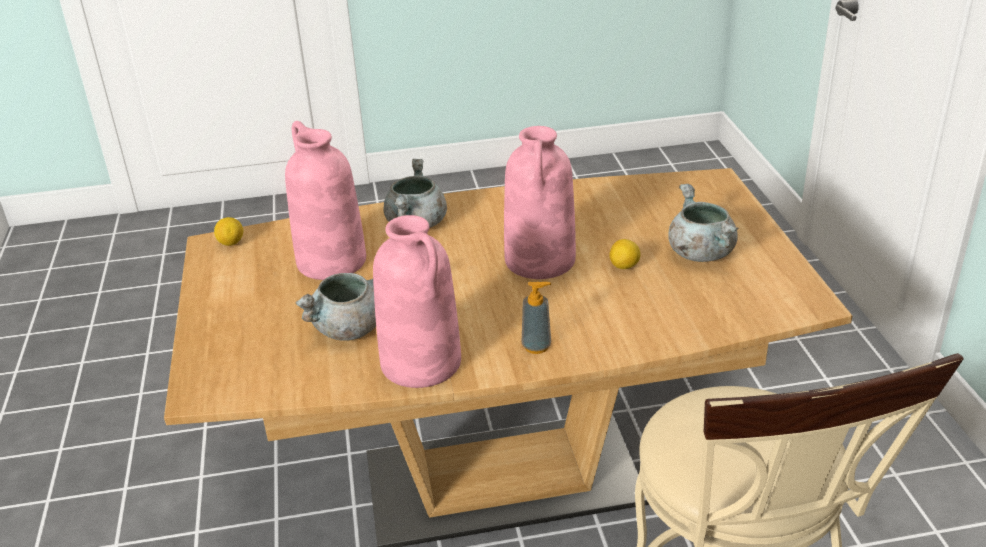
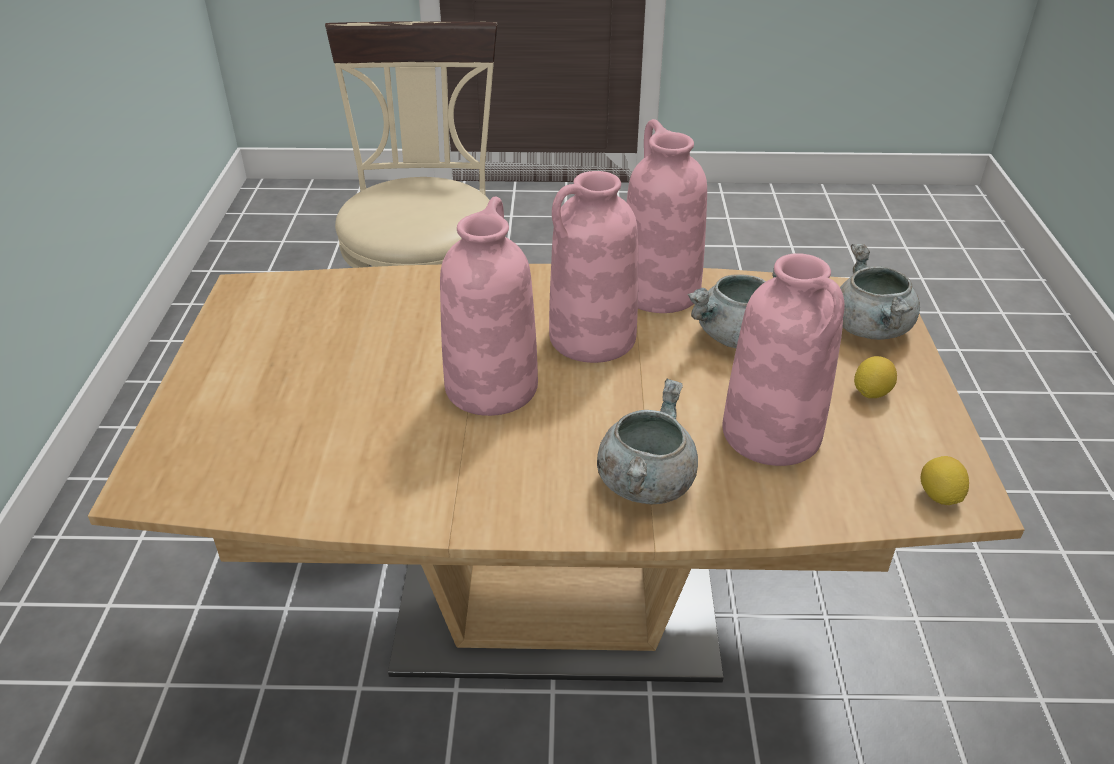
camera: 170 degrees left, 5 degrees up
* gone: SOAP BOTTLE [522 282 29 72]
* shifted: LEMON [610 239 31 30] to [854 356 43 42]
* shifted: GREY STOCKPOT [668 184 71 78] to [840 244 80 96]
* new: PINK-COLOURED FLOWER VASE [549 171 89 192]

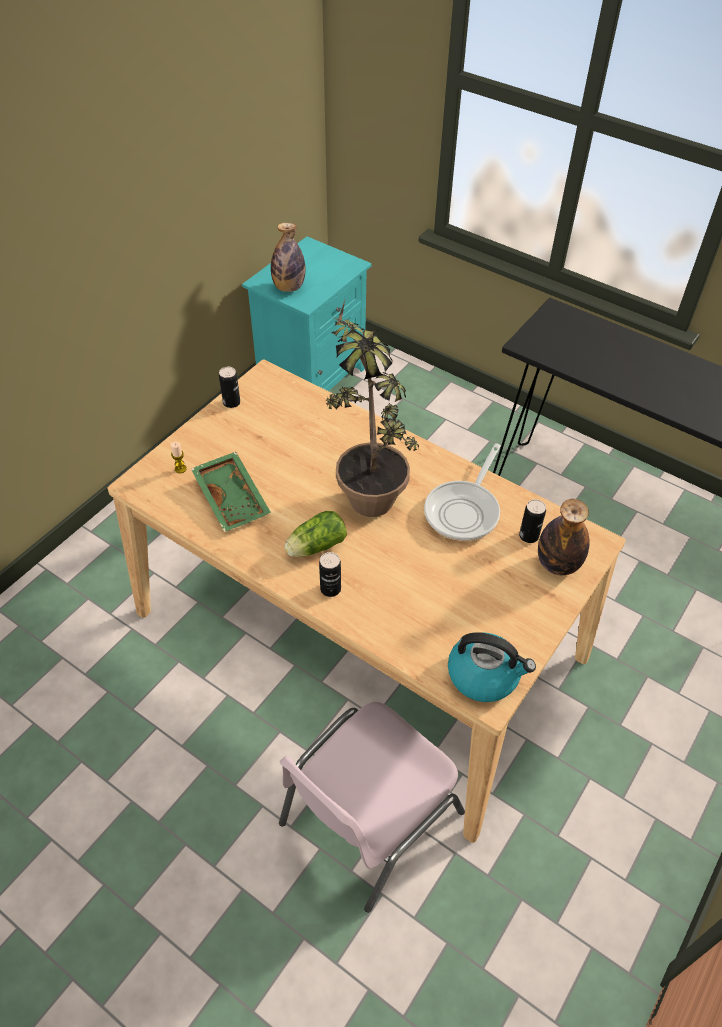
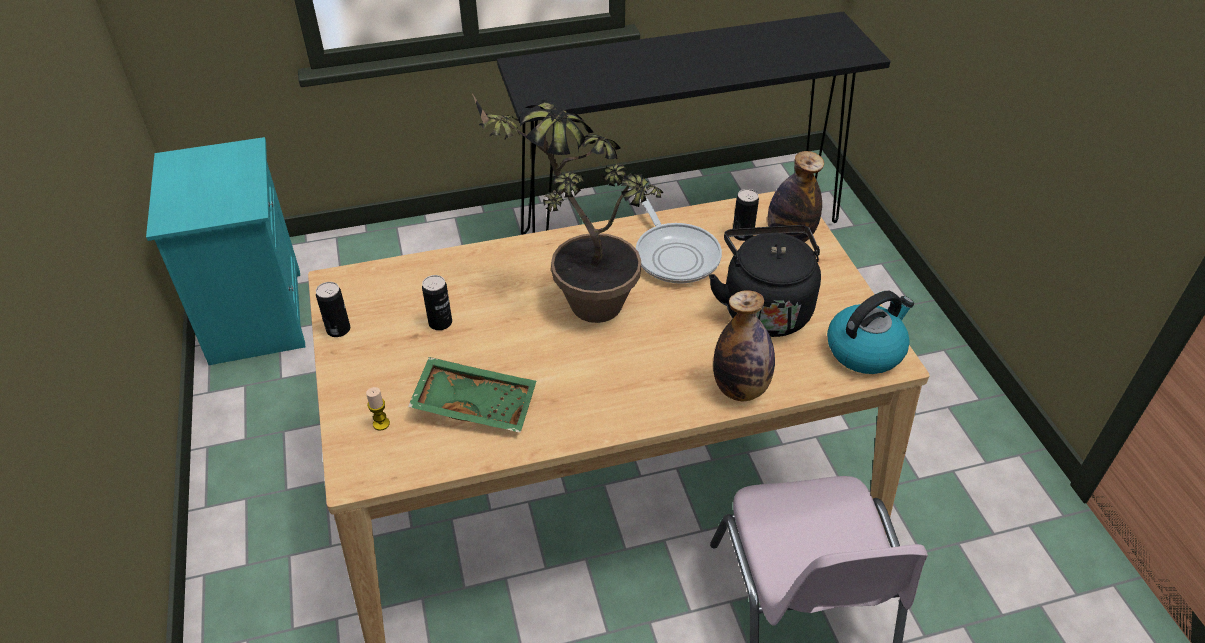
camera: 50 degrees left, 5 degrees down
* shifted: DRINK BOTTLE [271 223 35 69] to [713 290 62 111]
* gone: HEAD OF LETTUCE [285 511 62 46]
* shifted: SEALED CAN [319 552 22 45] to [422 275 30 55]
* new: BLACKISH WATER KETTLE [709 225 112 112]

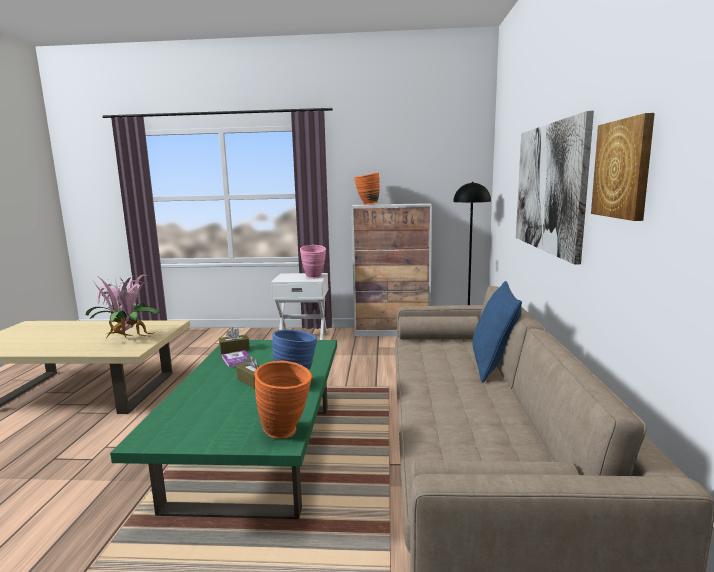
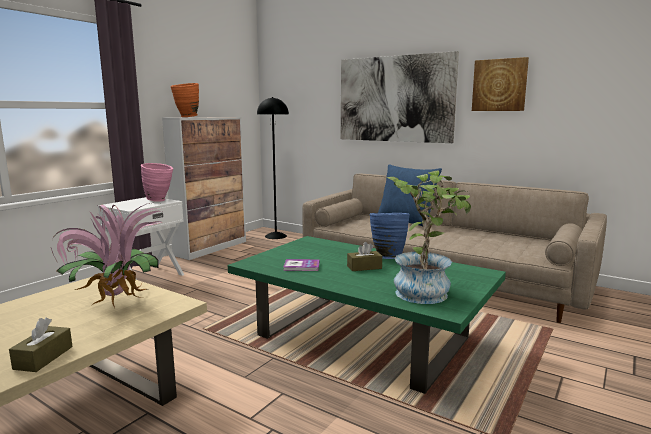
camera: 60 degrees left, 0 degrees up
* shifted: BROWN-COLOURED TISSUE BOX [219 327 31 27] to [9 318 64 54]
* gone: ORANGE FLOWER VASE [254 361 59 78]
* new: PLANT IN A POT [386 170 85 134]

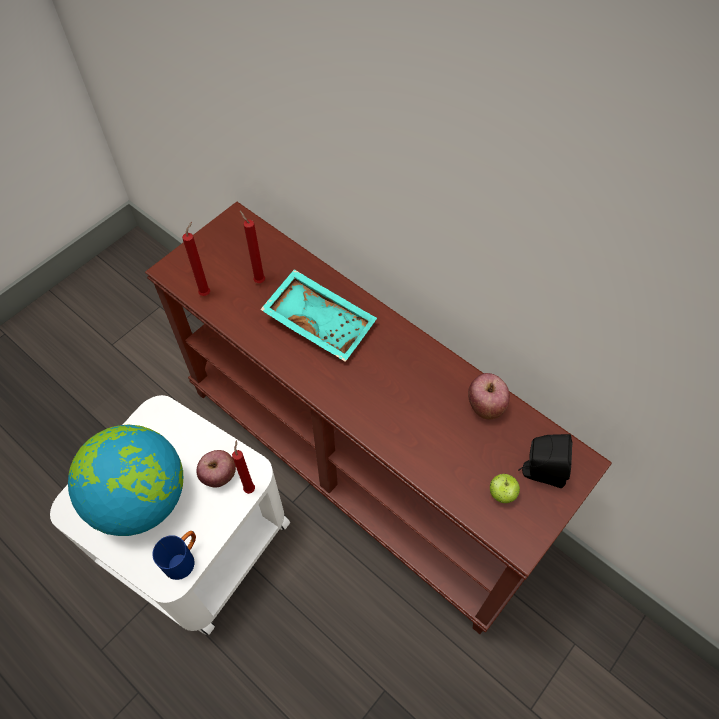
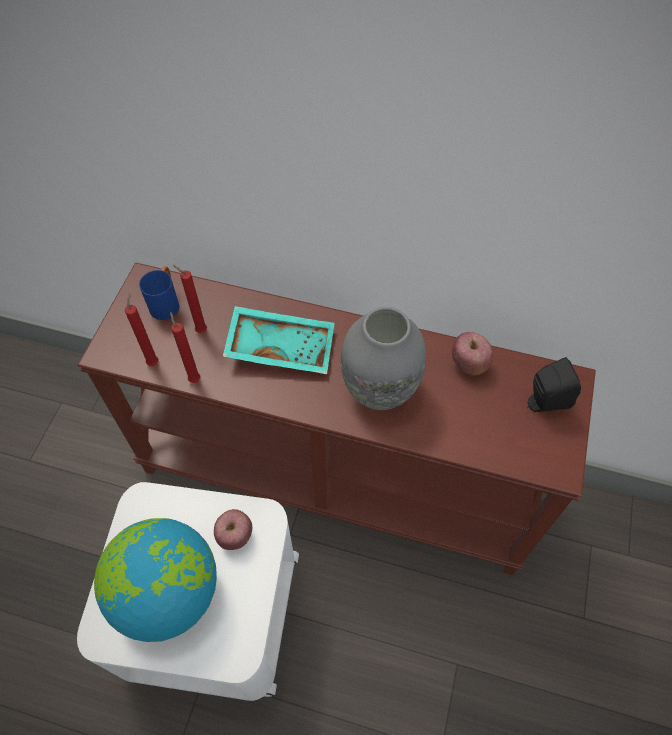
camera: 25 degrees left, 0 degrees up
* shifted: BLUE-COLOURED MUG [152 531 44 49] to [139 266 40 54]
* shifted: RED-COLOURED WAX CANDLE [232 440 23 54] to [170 311 30 72]
* gone: APPLE [490 474 30 29]
* new: GREY FLOWER VASE [341 307 85 103]

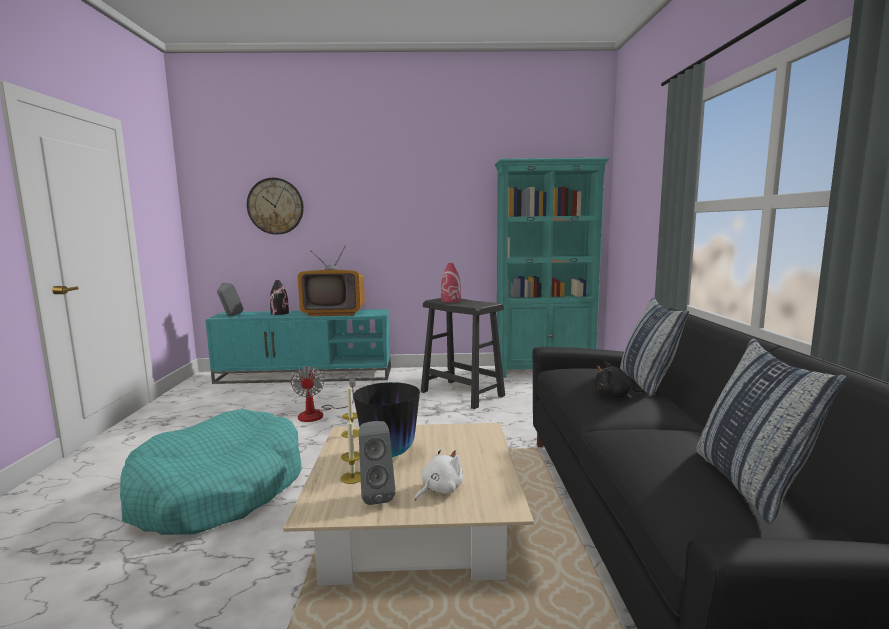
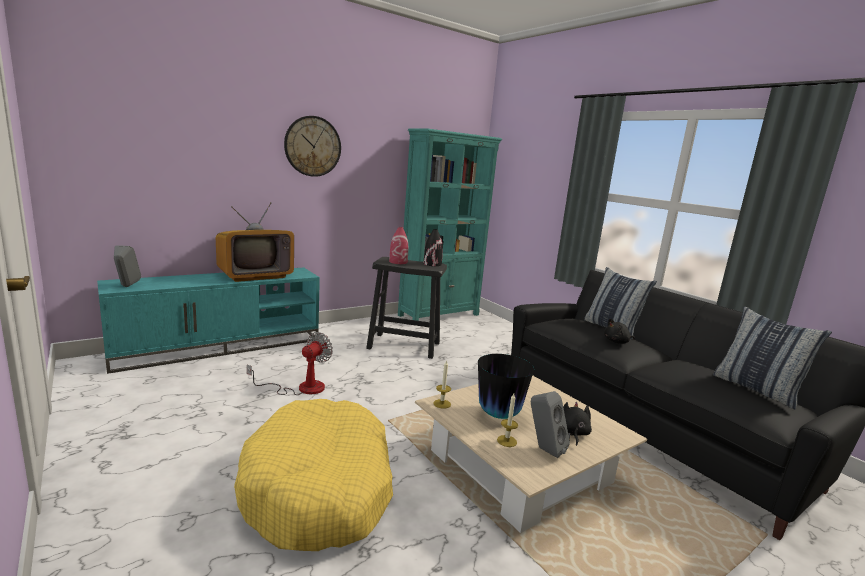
camera: 35 degrees left, 5 degrees up
* repainted: TURQUOISE-COLOURED DOG CUSHION [120 409 182 126] to YELLOW DOG CUSHION [234 399 159 152]
* shifted: WALL CLOCK [247 178 57 57] to [284 116 57 61]
* shifted: BLACKISH FLOWER VASE [270 280 19 35] to [424 229 19 37]
* rotated: ELECTRIC FAN [291 366 65 56] = [247 332 86 63] 105 degrees counterclockwise
* repainted: WHITE PLUSH TOY [415 448 48 53] to BLACKISH PLUSH TOY [563 402 29 44]

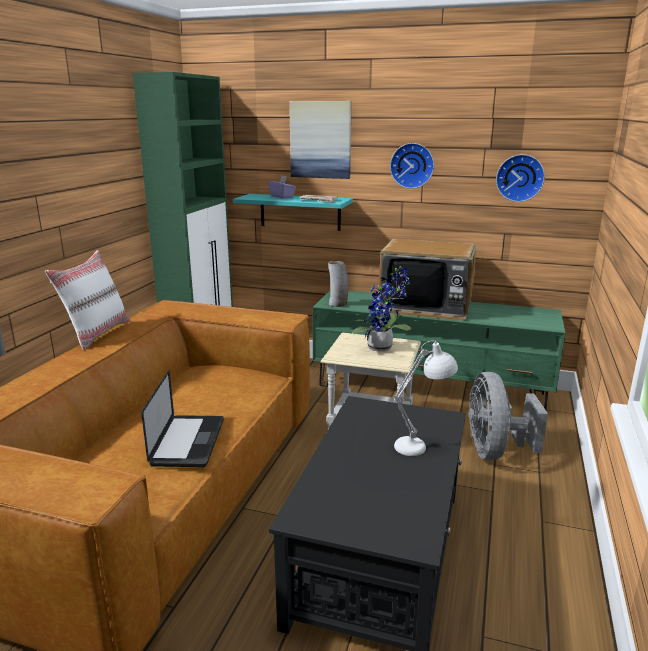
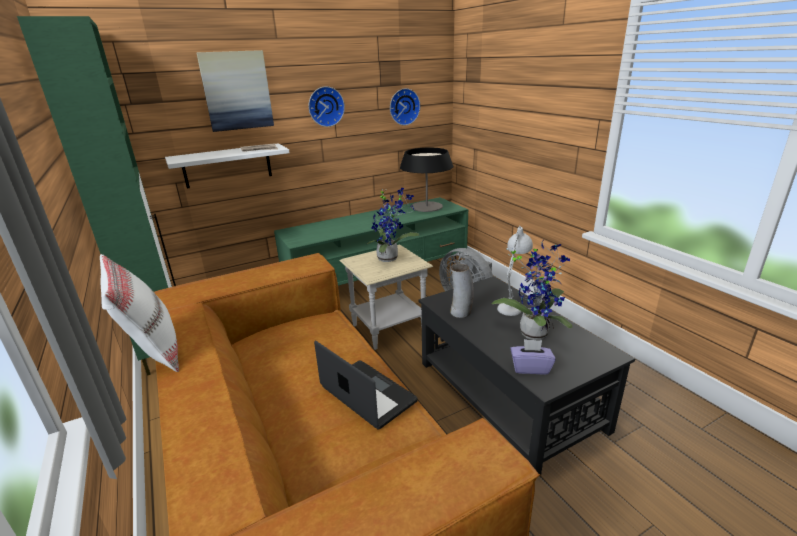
camera: 45 degrees left, 5 degrees up
* repainted: TURQUOISE-COLOURED WALL SHELF [233 194 120 37] to WHITE WALL SHELF [165 144 125 45]
* shifted: PURPLE TISSUE BOX [268 175 28 24] to [510 339 46 36]
* shifted: FLOWER VASE [328 261 20 46] to [450 264 24 54]
* gone: TV SET [379 239 97 82]
* new: LAMP FOR A TABLE [400 147 53 65]
* new: PLANT IN A POT [492 239 80 101]

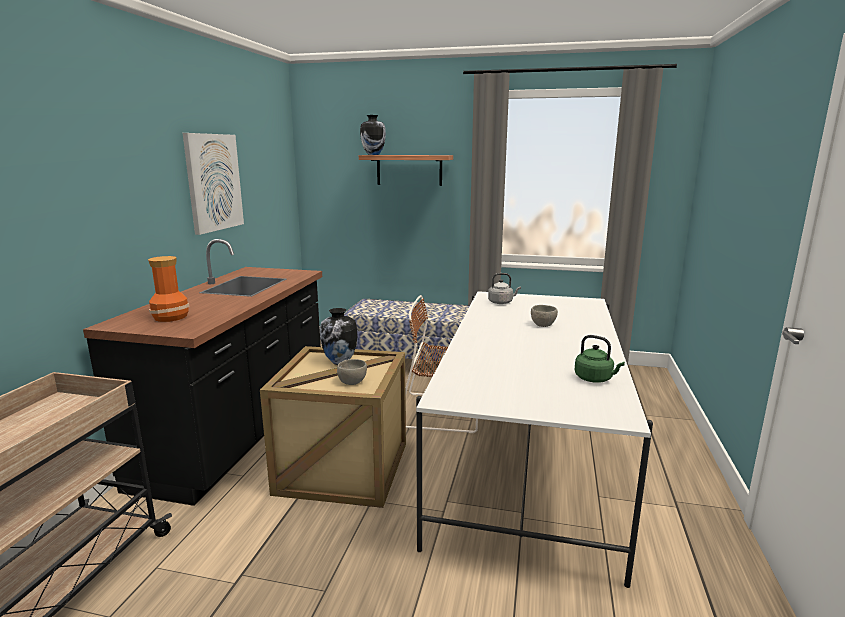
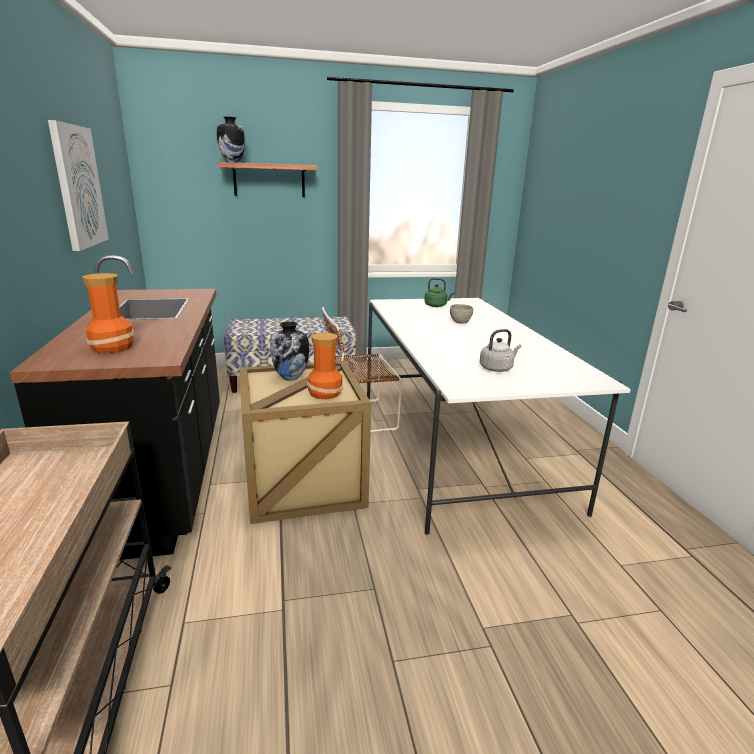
camera: 25 degrees left, 5 degrees up
* swapped: GREY BOWL [337 359 30 26] to FLOWER VASE [307 332 36 67]
* shifted: GREY WATER KETTLE [488 273 33 31] to [480 329 41 43]
* shifted: GREENISH WATER KETTLE [574 335 51 48] to [424 278 31 29]

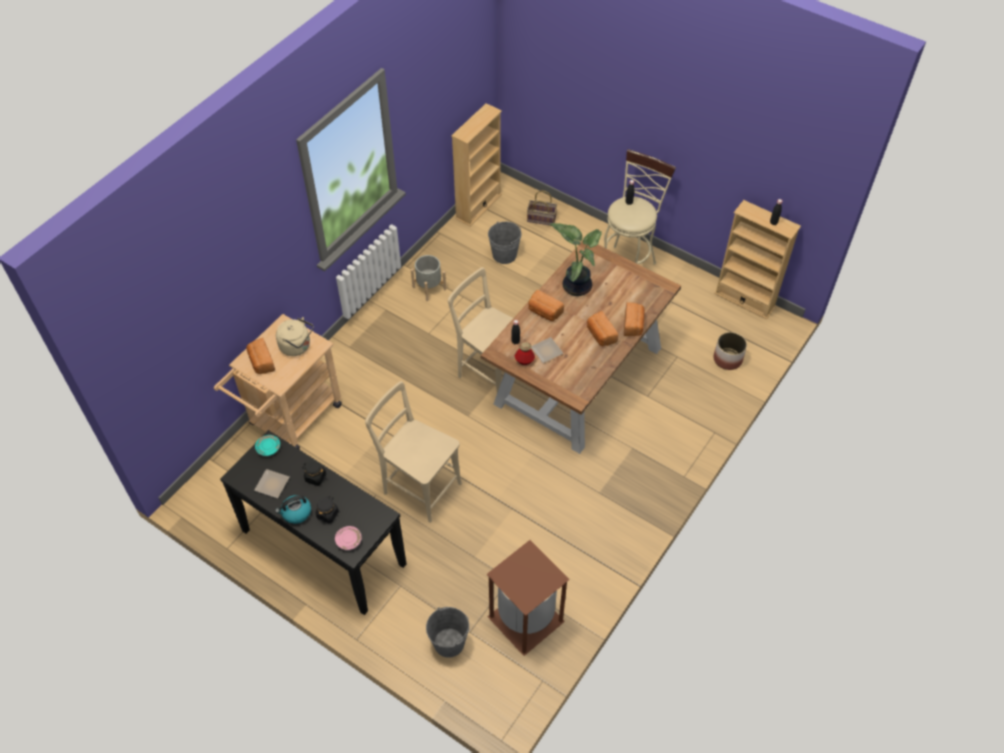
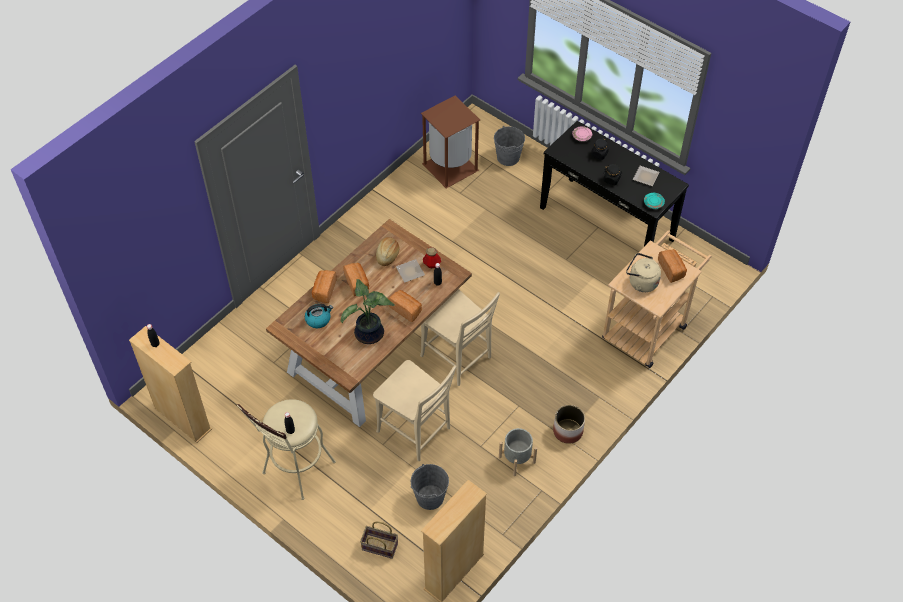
camera: 175 degrees left, 0 degrees up
* shifted: WATER KETTLE [275 495 36 29] to [305 304 28 24]
* shifted: SAND-COLOURED CHAIR [365 381 97 142] to [373 360 83 101]
* shifted: PLANT POT [714 332 33 38] to [553 405 32 39]
* new: BAKED BREAD [376 237 23 29]

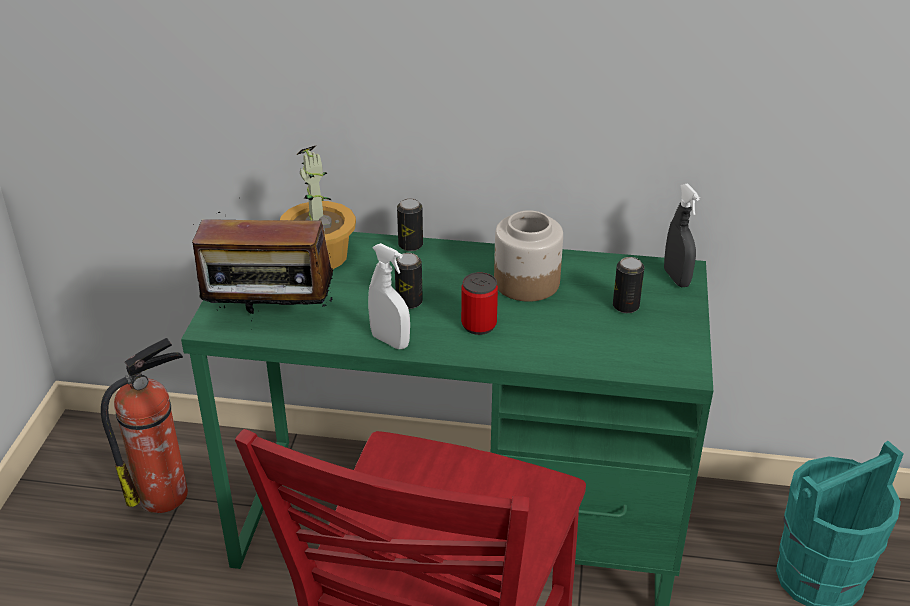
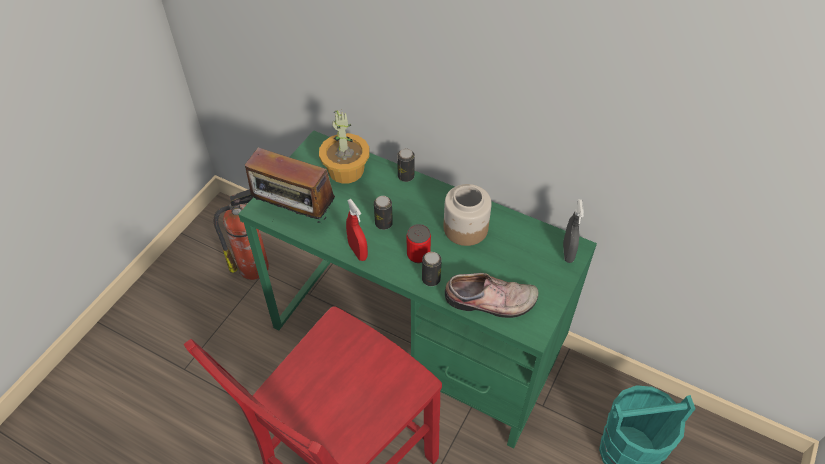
camera: 20 degrees right, 15 degrees up
* repainted: WHITE HAND SPRAYER [368 243 42 106] to RED-COLOURED HAND SPRAYER [346 199 22 62]
* shifted: SEALED CAN [613 257 31 56] to [422 252 20 34]
* new: ITEM OF FOOTWEAR [445 273 93 45]

